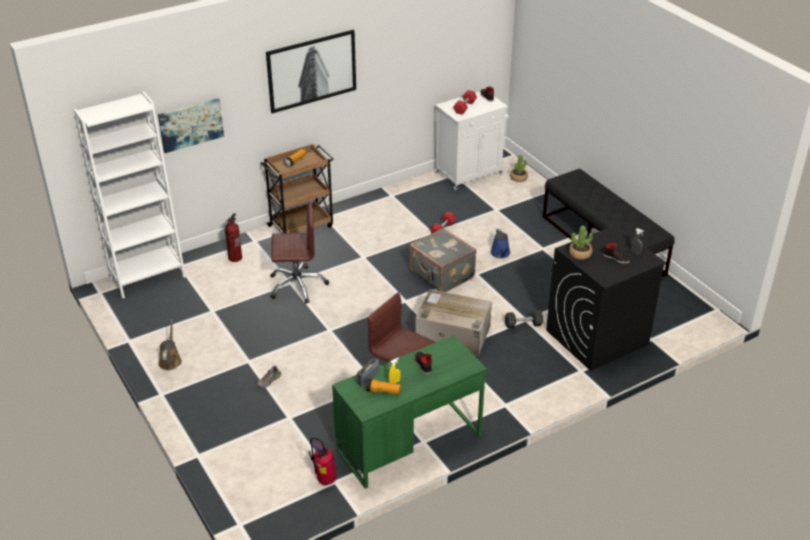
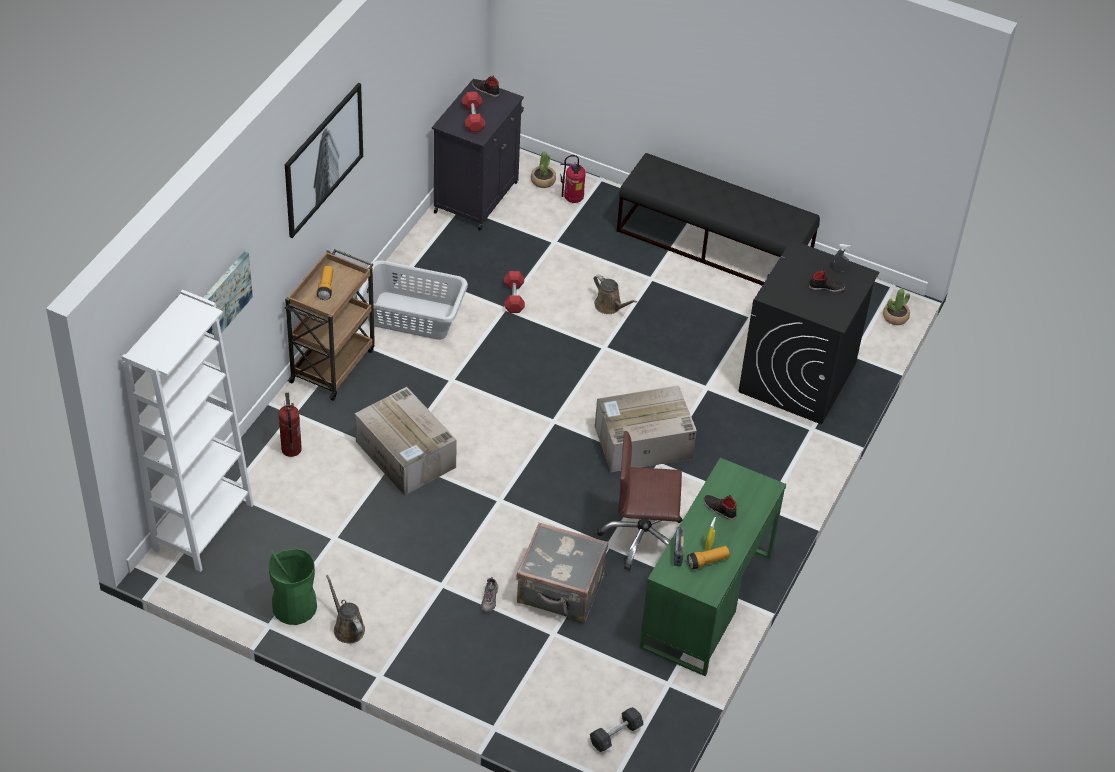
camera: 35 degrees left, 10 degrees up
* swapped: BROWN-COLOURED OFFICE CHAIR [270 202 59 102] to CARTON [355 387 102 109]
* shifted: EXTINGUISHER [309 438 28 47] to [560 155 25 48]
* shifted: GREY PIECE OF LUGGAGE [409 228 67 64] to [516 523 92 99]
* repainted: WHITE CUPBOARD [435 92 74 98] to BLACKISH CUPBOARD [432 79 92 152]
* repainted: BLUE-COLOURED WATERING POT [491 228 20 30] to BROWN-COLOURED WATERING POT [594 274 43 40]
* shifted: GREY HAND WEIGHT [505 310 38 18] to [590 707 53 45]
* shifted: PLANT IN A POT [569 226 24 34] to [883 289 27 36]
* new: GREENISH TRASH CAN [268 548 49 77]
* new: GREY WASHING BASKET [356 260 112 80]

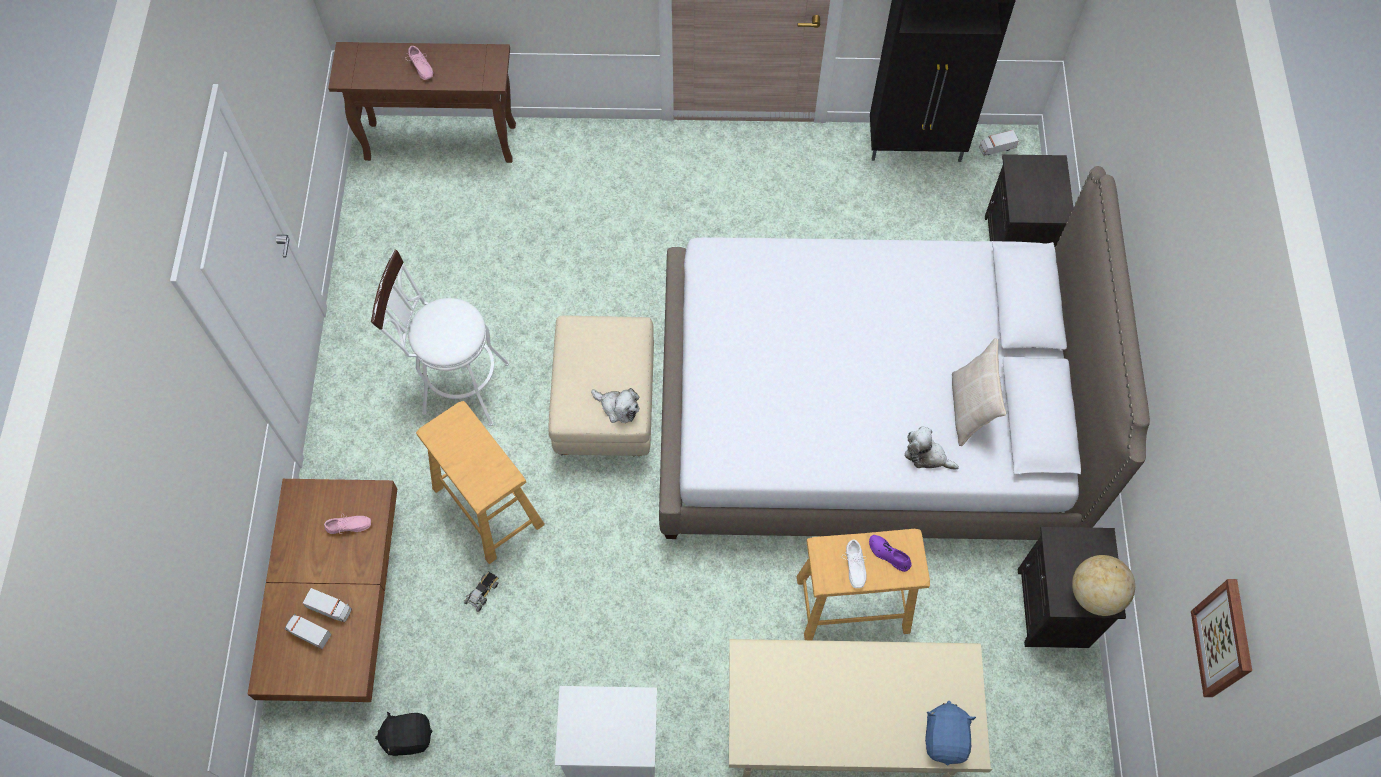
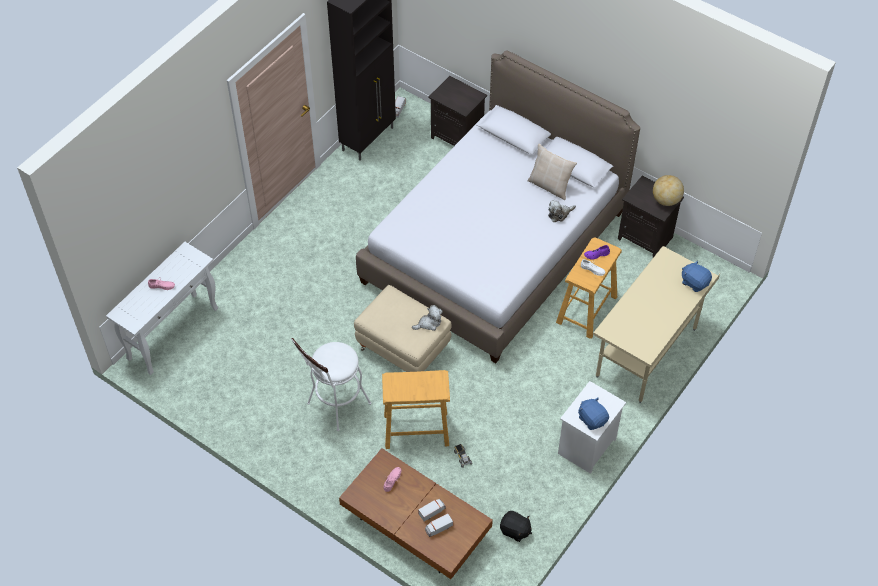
camera: 55 degrees left, 10 degrees down
* repainted: BROWN-COLOURED NARROW TABLE [328 42 188 121] to WHITE NARROW TABLE [106 242 112 133]
* rotated: BLACKISH PLUSH TOY [375 711 57 45] = [500 511 32 31] 90 degrees counterclockwise
* gone: PICTURE [1191 579 61 118]
* new: BLUE-COLOURED PLUSH TOY [578 397 31 33]

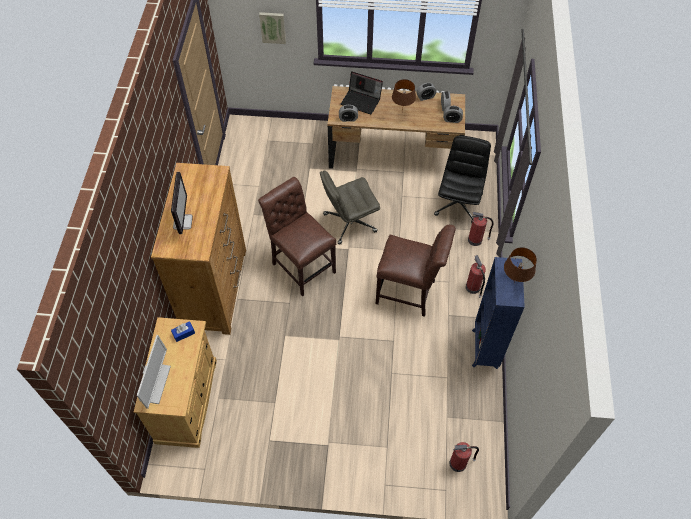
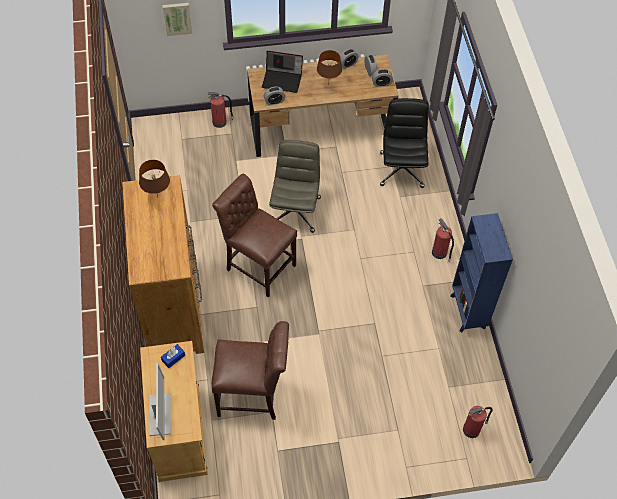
camera: 15 degrees left, 0 degrees up
* gone: COMPUTER DISPLAY [171 172 22 62]
* rotated: GREY OFFICE CHAIR [320 171 60 74] = [269 140 52 93] 135 degrees clockwise
* shifted: BROWN-COLOURED CHAIR [376 225 80 92] to [212 321 77 99]
* shifted: EXTINGUISHER [468 212 26 34] to [207 92 27 36]
* shifted: BROWN-COLOURED LAMP FOR A TABLE [504 247 33 36] to [139 160 31 37]

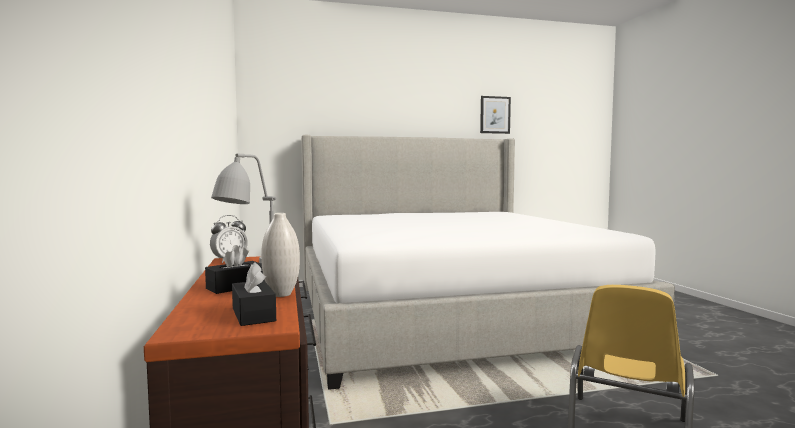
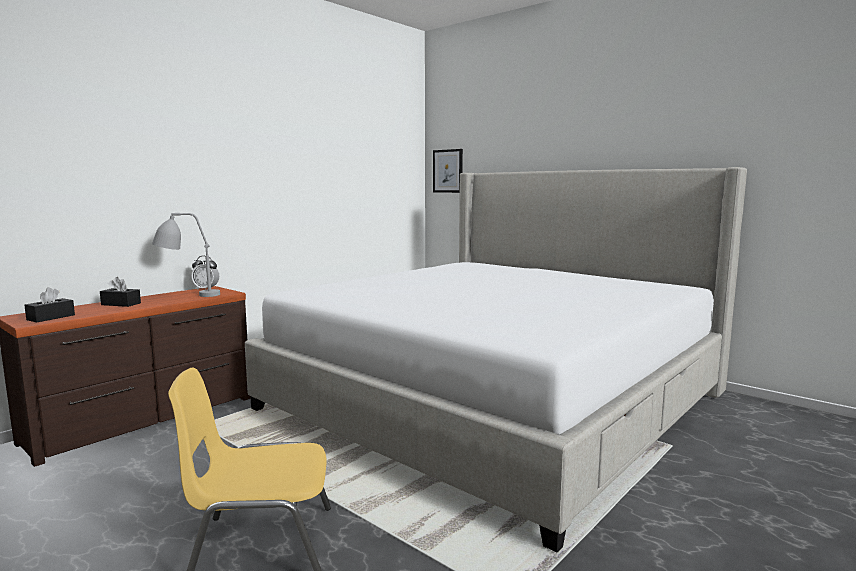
camera: 55 degrees right, 5 degrees up
* gone: WHITE FLOWER VASE [261 213 39 84]
* shifted: PICTURE [480 96 31 38] to [433 149 30 44]

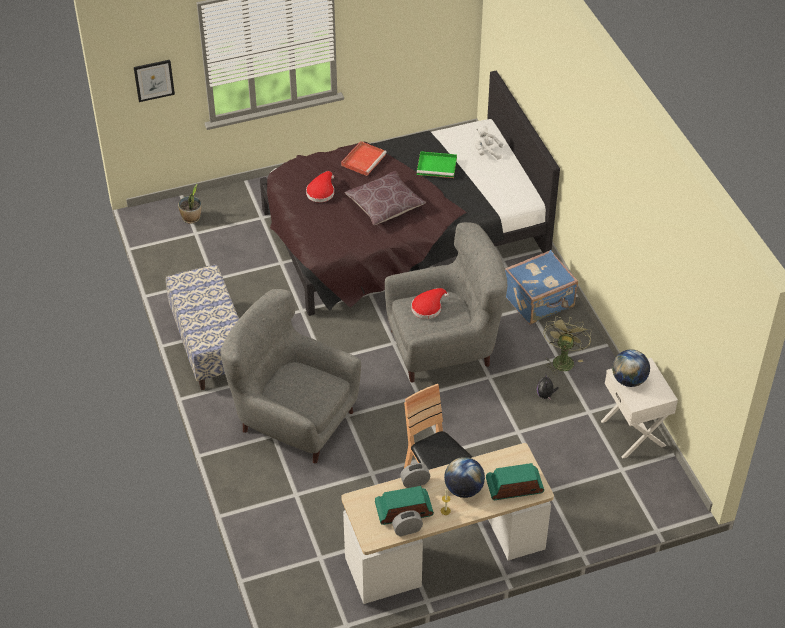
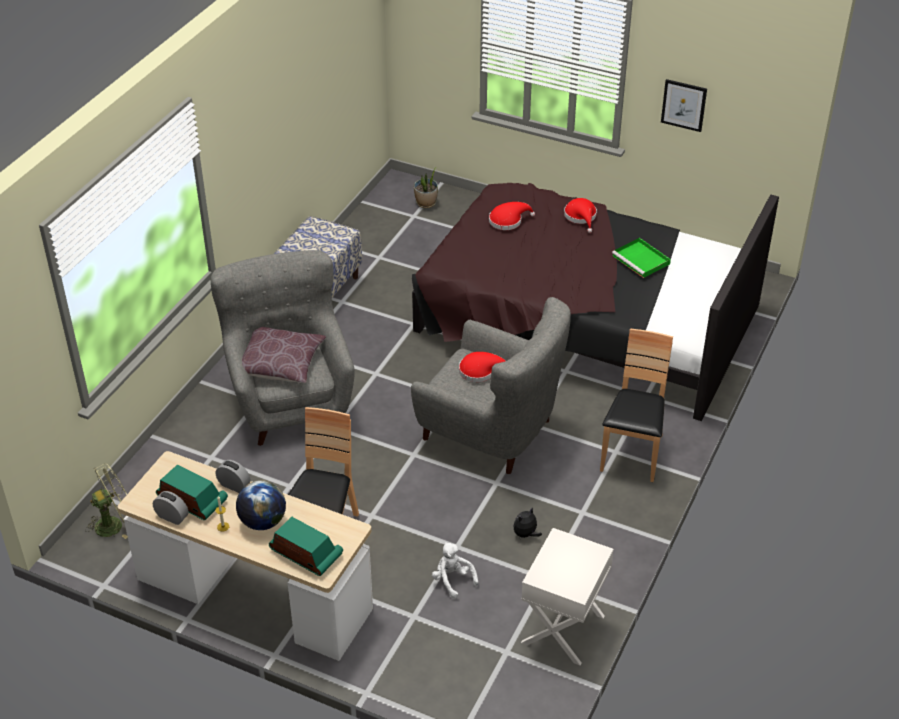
camera: 45 degrees right, 5 degrees down
* shifted: PICTURE [134 60 41 42] to [661 79 46 53]
* swapped: RED-COLOURED SERVING TRAY [341 141 46 35] to RED-COLOURED CLOTHING HAT [564 198 33 35]
* shifted: BROWN-COLOURED THROW PILLOW [345 171 81 54] to [242 327 84 56]
* shifted: WHITE PLUSH TOY [475 126 28 34] to [432 542 46 57]
* swapped: BLUE-COLOURED PIECE OF LUGGAGE [505 250 73 74] to BROWN-COLOURED CHAIR [600 328 73 154]
* shifted: GREENISH ELECTRIC FAN [544 317 47 58] to [85 464 43 75]
* gone: WORLD GLOBE [612 349 38 38]

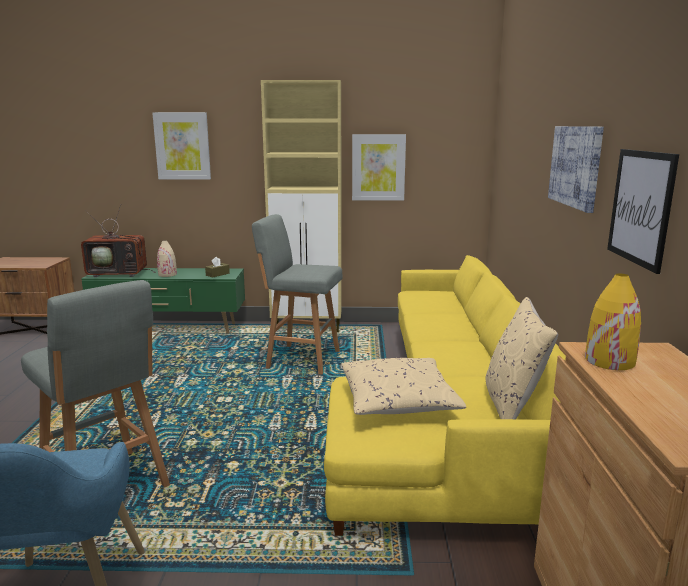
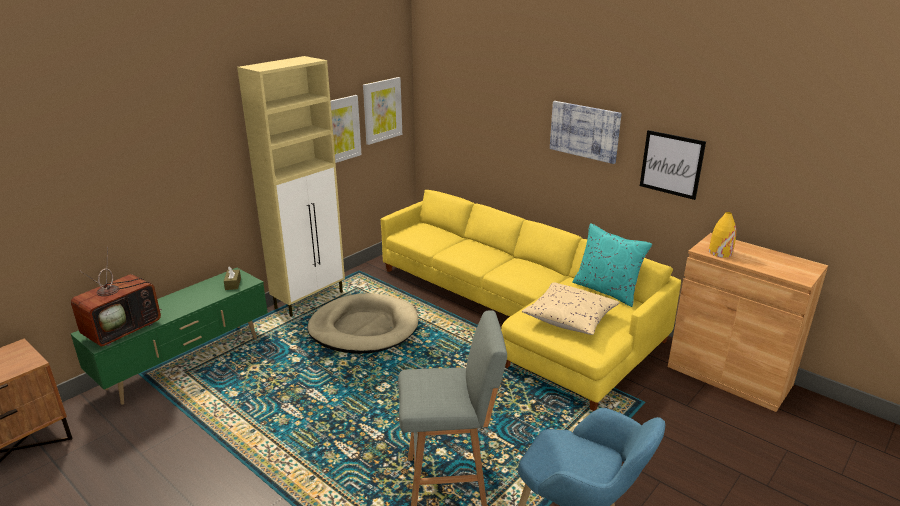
camera: 50 degrees left, 10 degrees up
* shifted: PICTURE [152 112 59 68] to [363 77 39 68]
* gone: SAND-COLOURED FLOWER VASE [157 240 20 37]
* swapped: GREY STOOL [252 214 91 160] to SAND-COLOURED DOG CUSHION [308 293 111 61]
* repainted: SAND-COLOURED THROW PILLOW [485 297 73 122] to TURQUOISE-COLOURED THROW PILLOW [572 223 80 84]

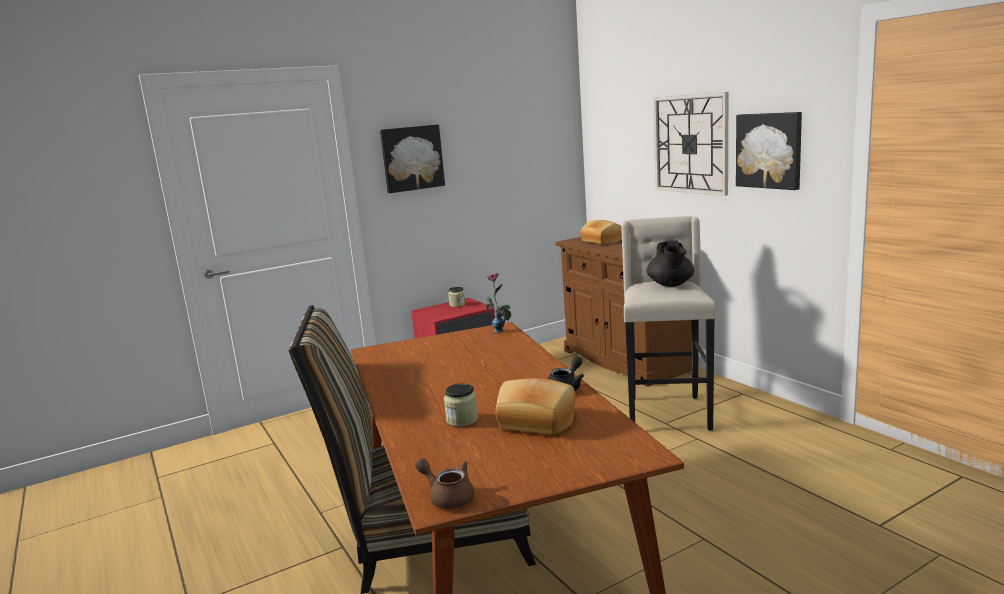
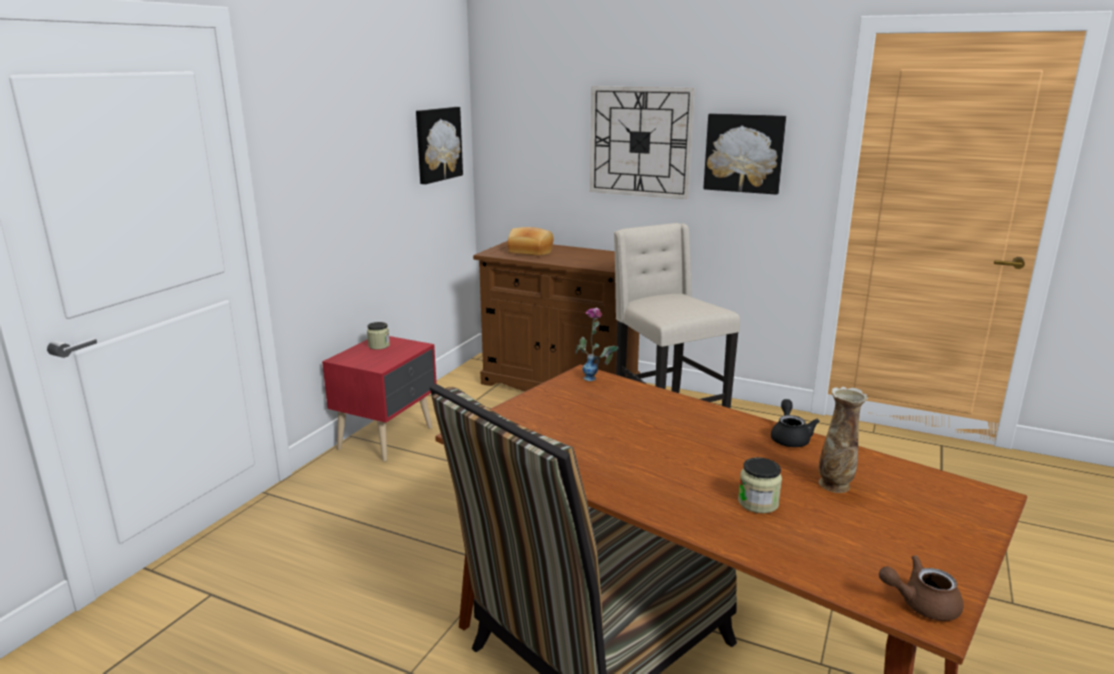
camera: 35 degrees left, 5 degrees up
* shifted: PICTURE [380 124 65 69] to [416 107 47 77]
* swapped: BAKED BREAD [495 378 81 57] to FLOWER VASE [819 387 49 106]
* gone: BLACKISH TEAPOT [647 240 47 47]

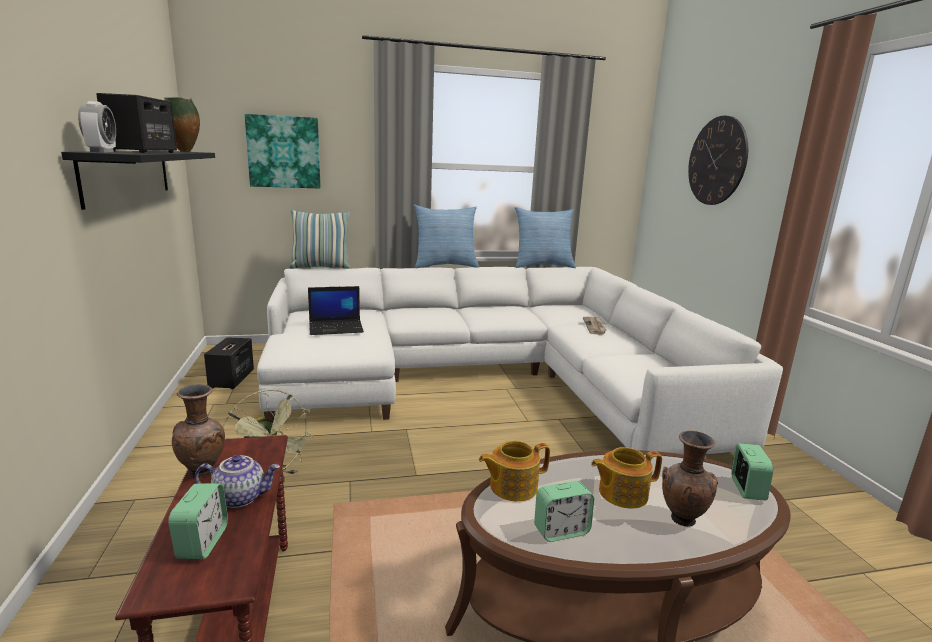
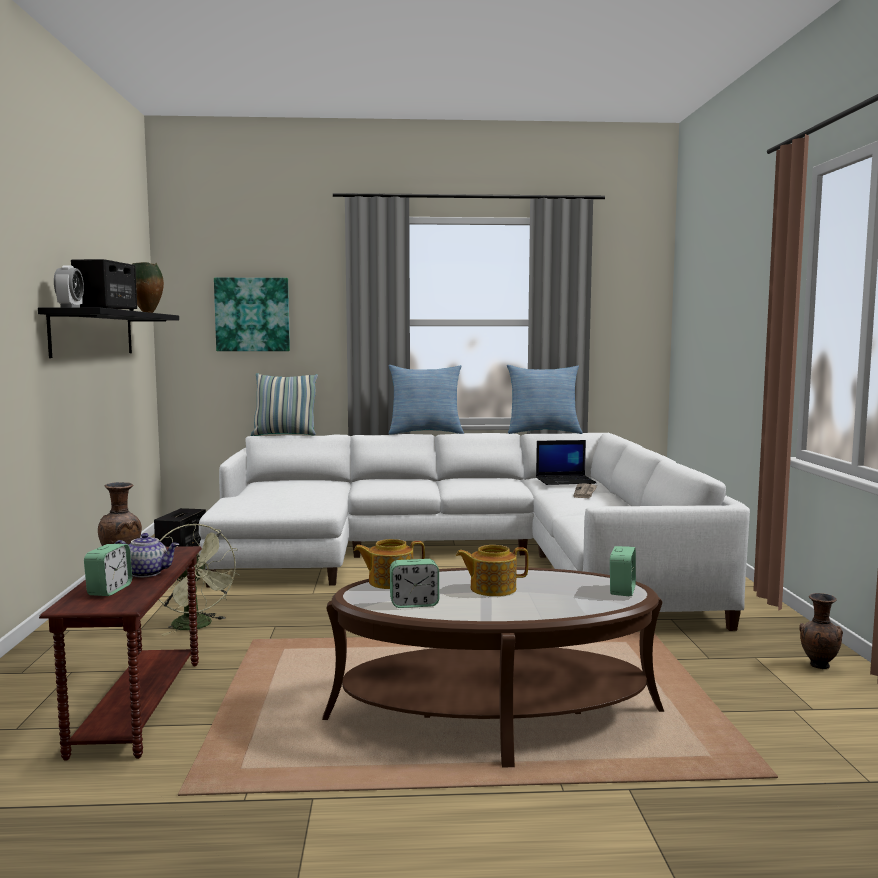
camera: 10 degrees right, 10 degrees down
* shifted: NOTEBOOK COMPUTER [308 286 56 49] to [536 440 60 45]
* shifted: BROWN-COLOURED FLOWER VASE [662 430 56 97] to [799 593 44 76]
* gone: WALL CLOCK [688 116 60 89]

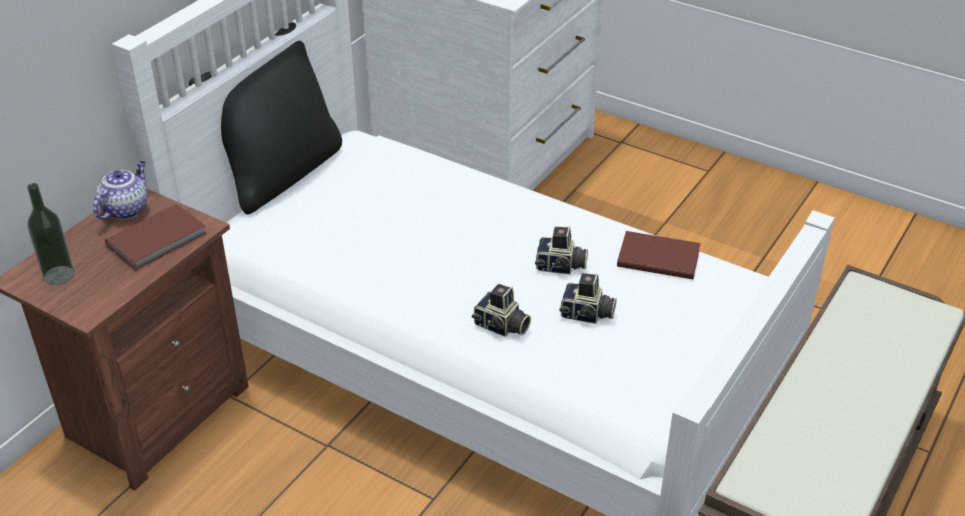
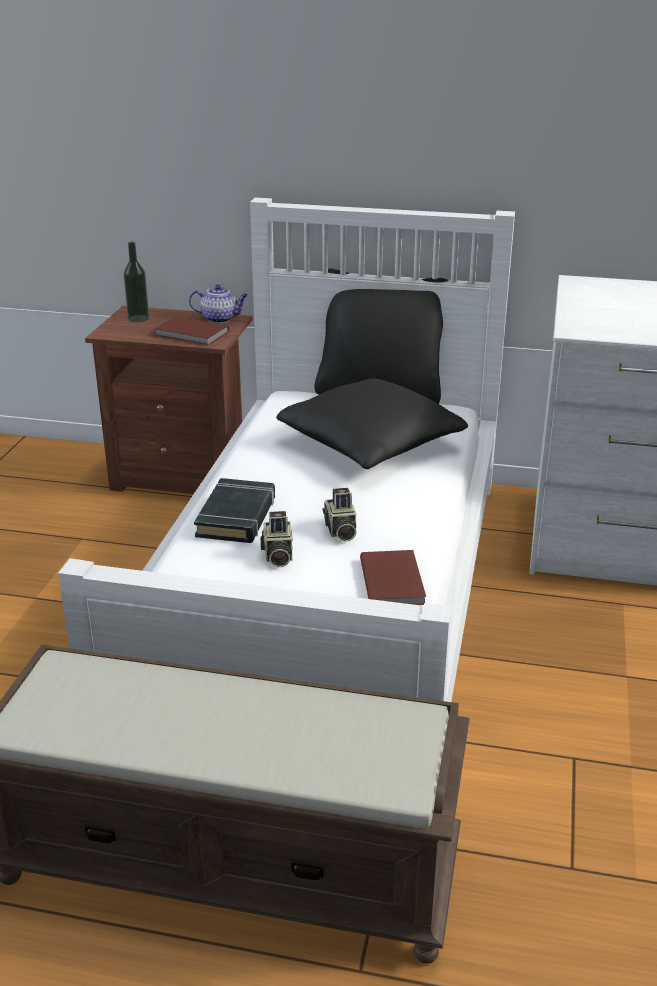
camera: 70 degrees right, 10 degrees down
* swapped: STILL CAMERA [472 284 59 53] to BLACKISH BOUND BOOK [194 478 81 65]
* new: BLACKISH THROW PILLOW [276 378 192 91]

